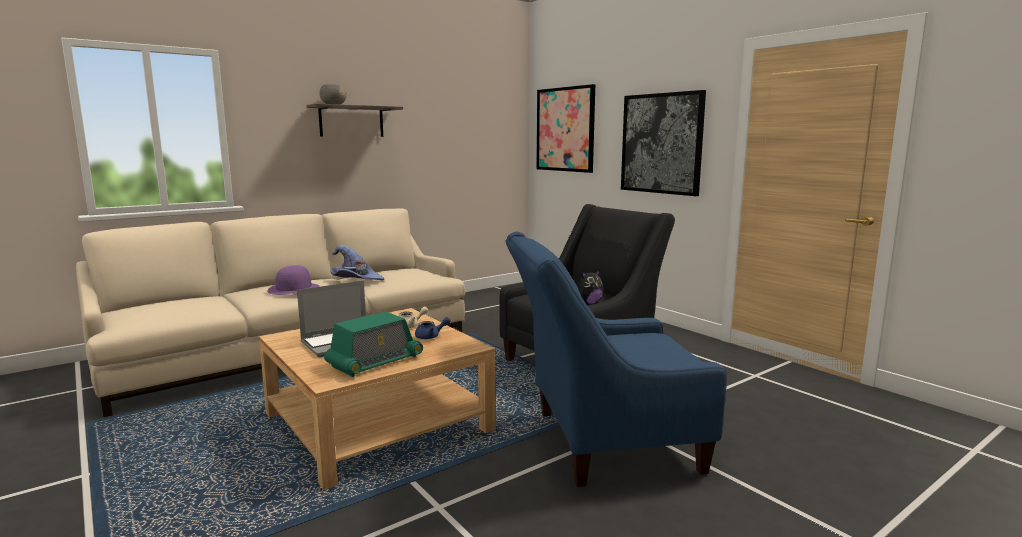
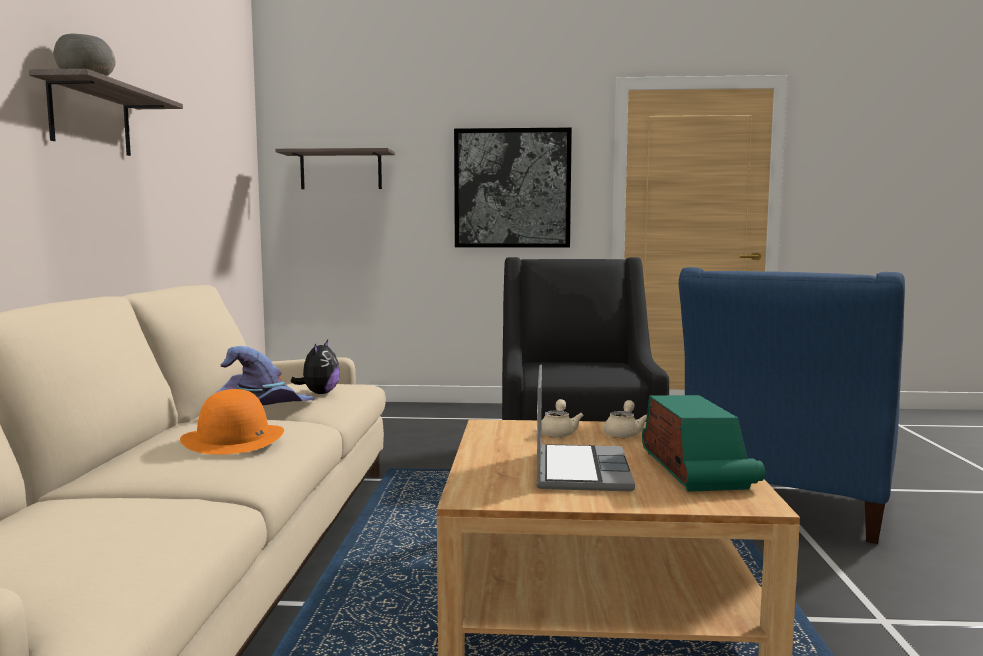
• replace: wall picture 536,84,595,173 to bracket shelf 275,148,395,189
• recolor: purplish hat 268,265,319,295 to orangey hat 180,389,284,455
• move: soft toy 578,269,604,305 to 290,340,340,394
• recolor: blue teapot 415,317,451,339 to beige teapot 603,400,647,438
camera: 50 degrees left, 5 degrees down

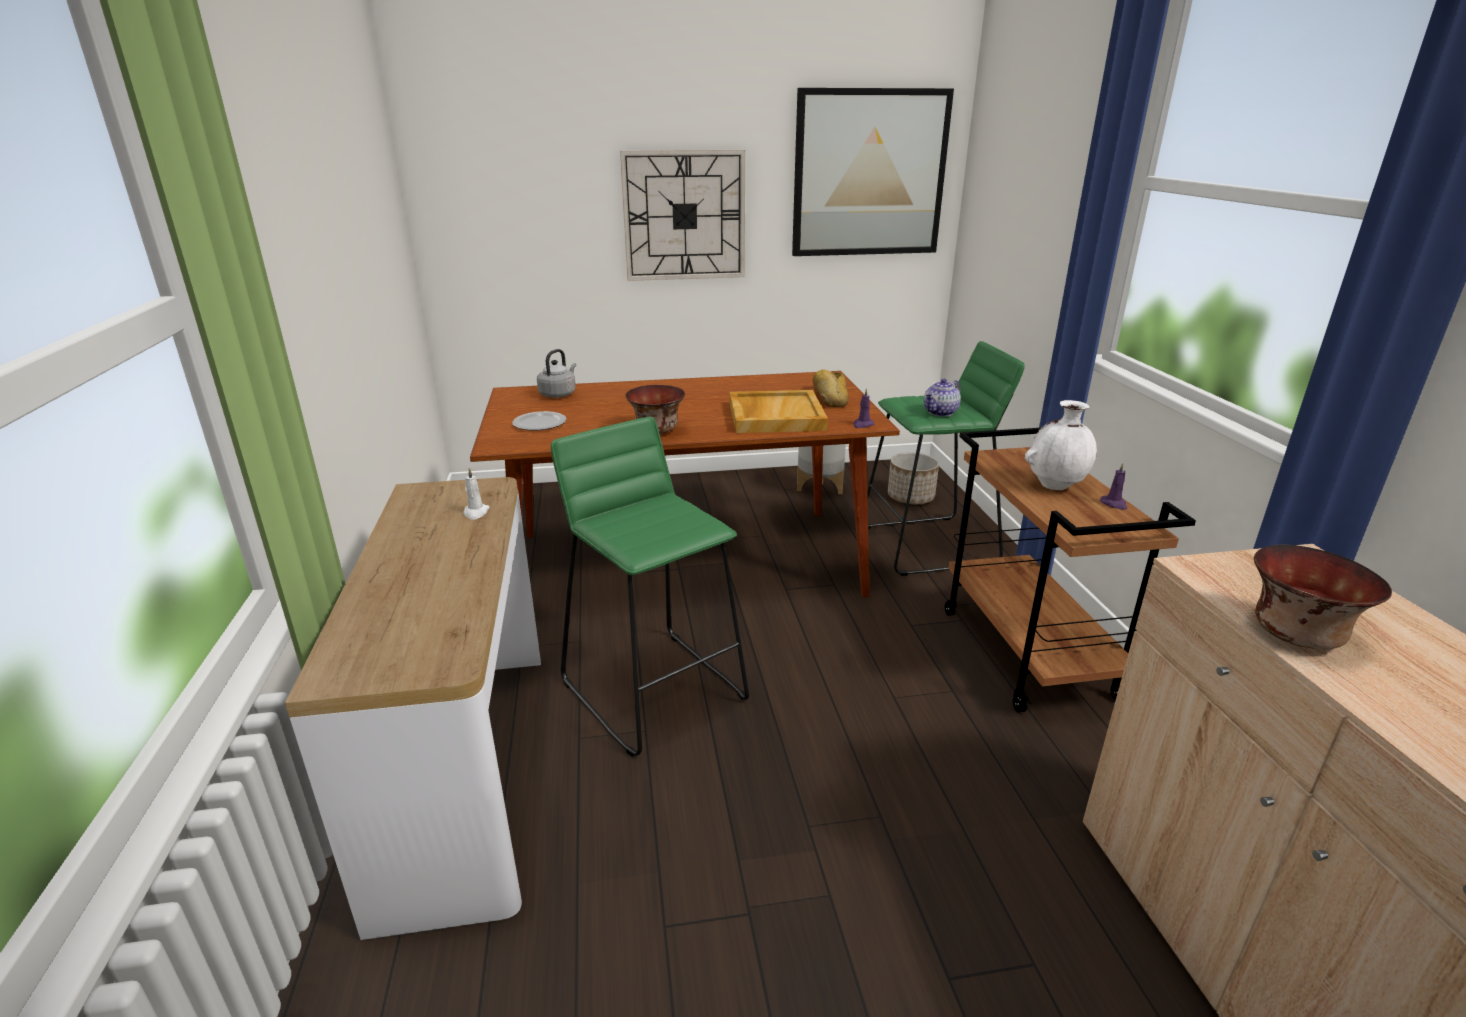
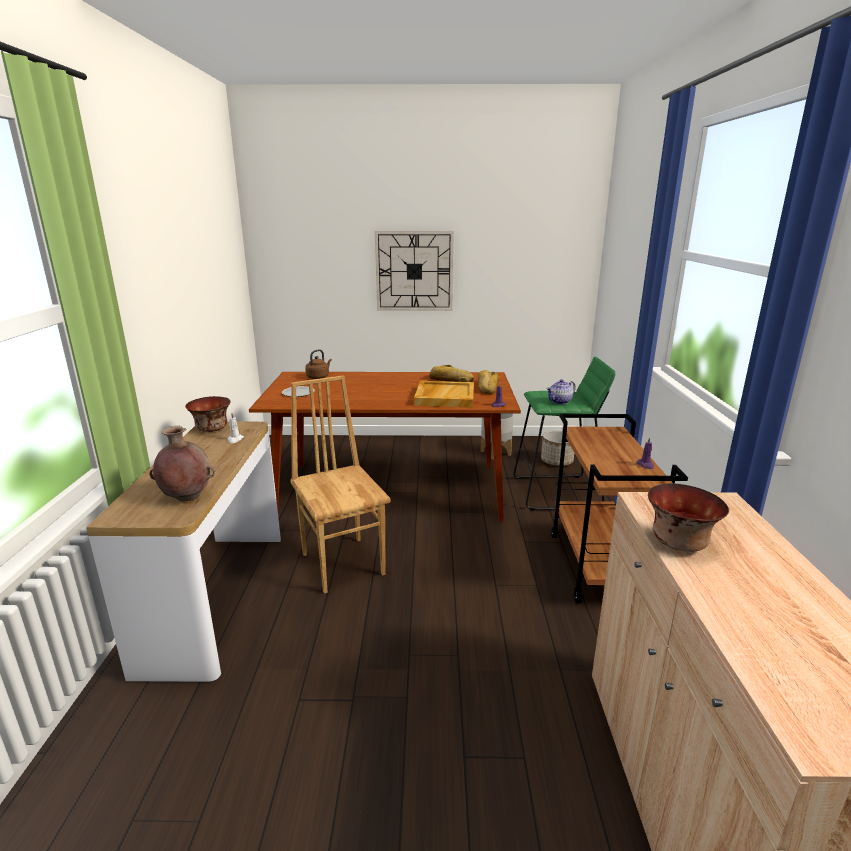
• delete: wall picture 792,88,954,256
• recolor: grey tea kettle 537,349,576,398 to brown-coloured tea kettle 305,349,332,379
• move: serving bowl 625,385,685,434 to 185,396,230,432
• delete: white-coloured decorative vase 1025,400,1098,490
• replace: green-coloured stool 551,417,749,757 to brown-coloured plain chair 290,375,390,594
• insert: baked bread 429,365,474,382
• insert: brown-coloured decorative vase 149,426,215,502
camera: 10 degrees right, 5 degrees down

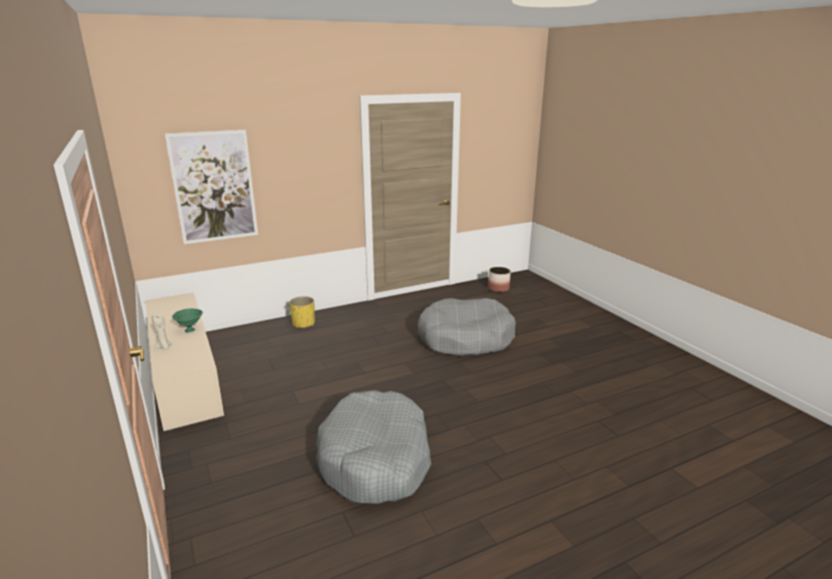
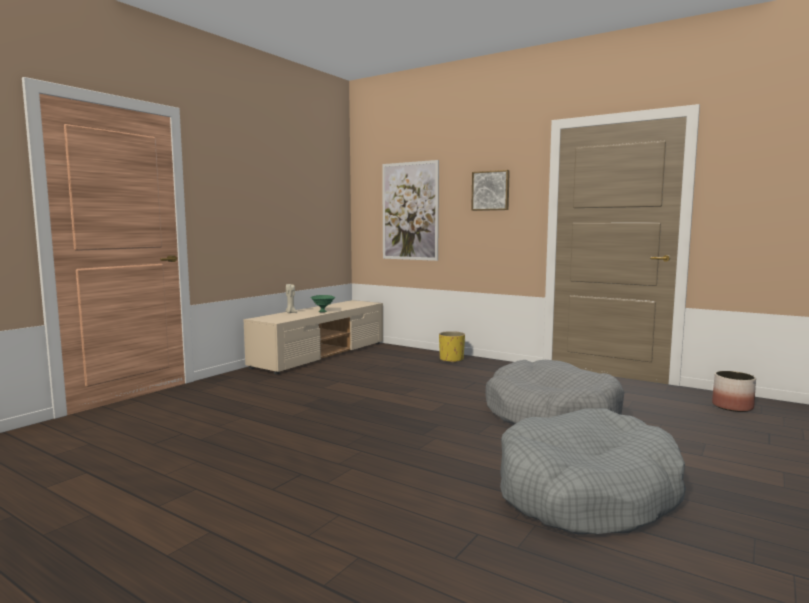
• move: grey dog bed 316,390,431,504 to 500,408,686,535
• insert: wall picture 471,170,510,211
camera: 60 degrees right, 15 degrees down

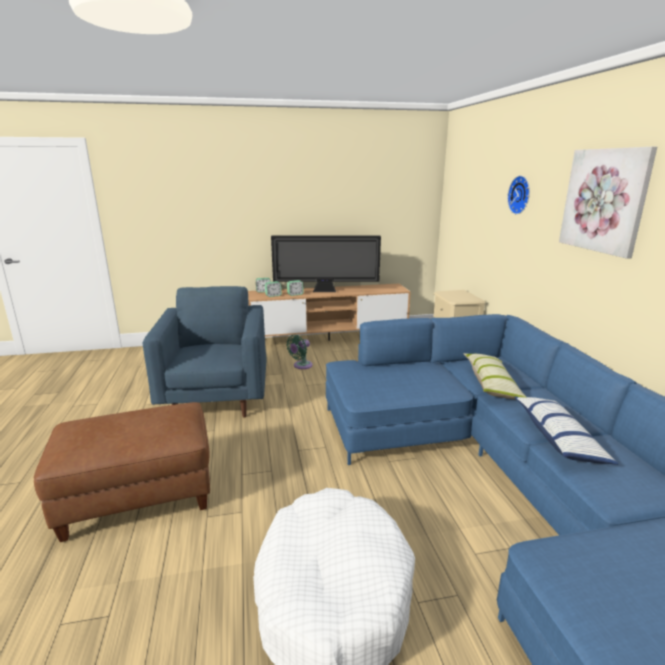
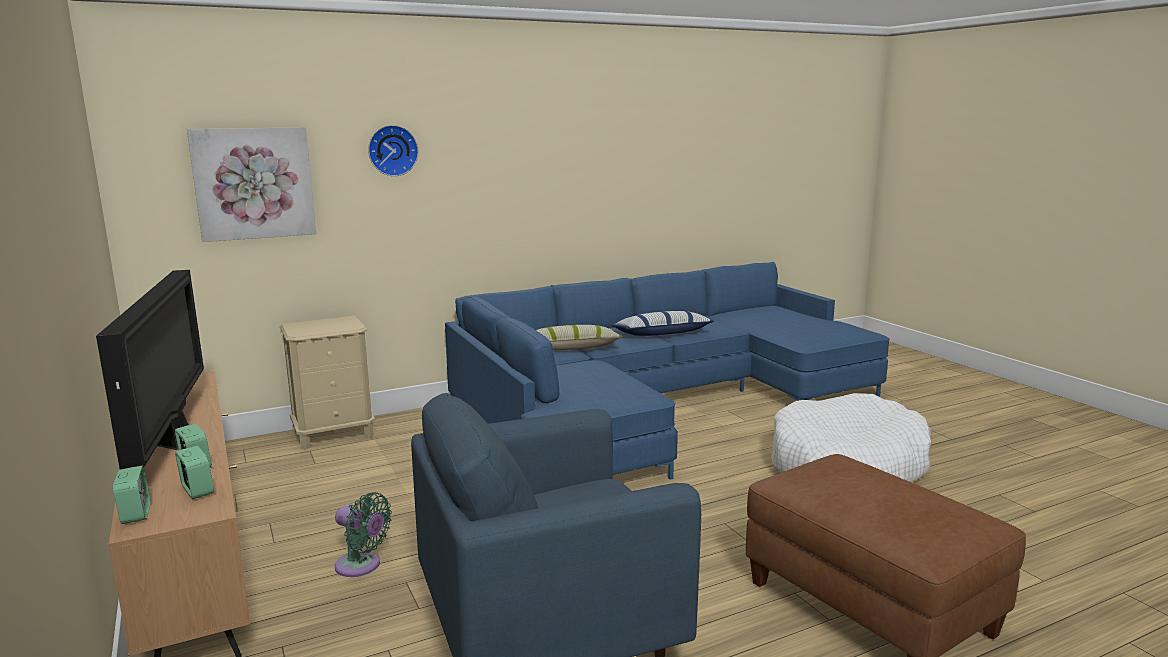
• move: wall picture 559,147,657,259 to 187,127,316,242
camera: 105 degrees left, 5 degrees down

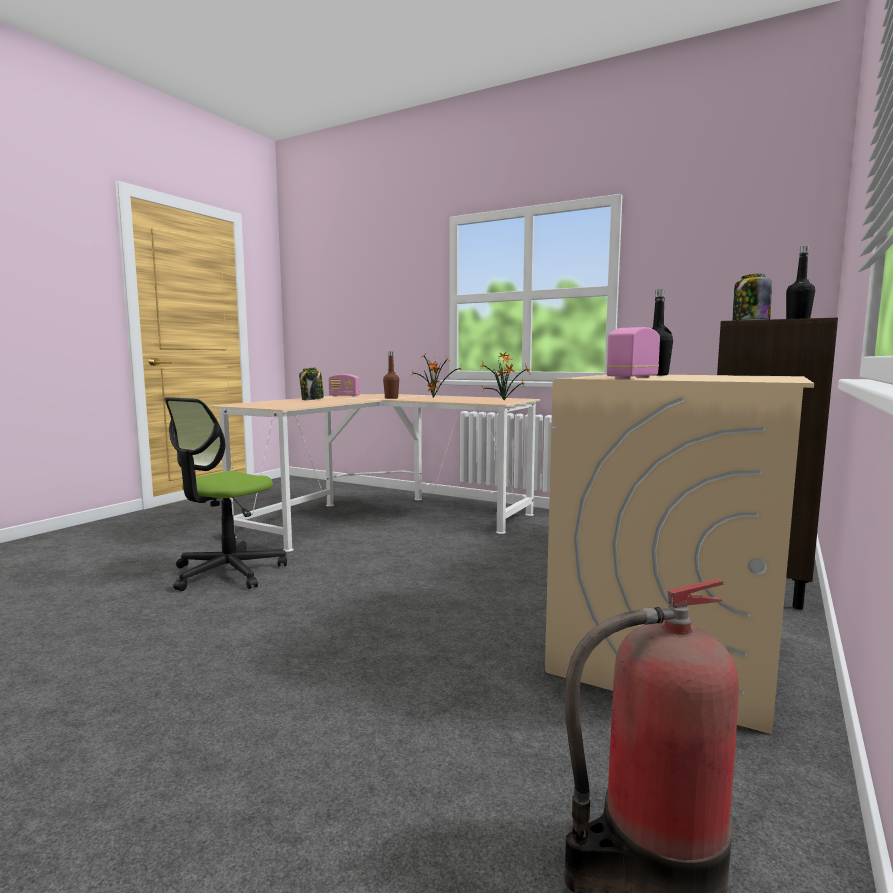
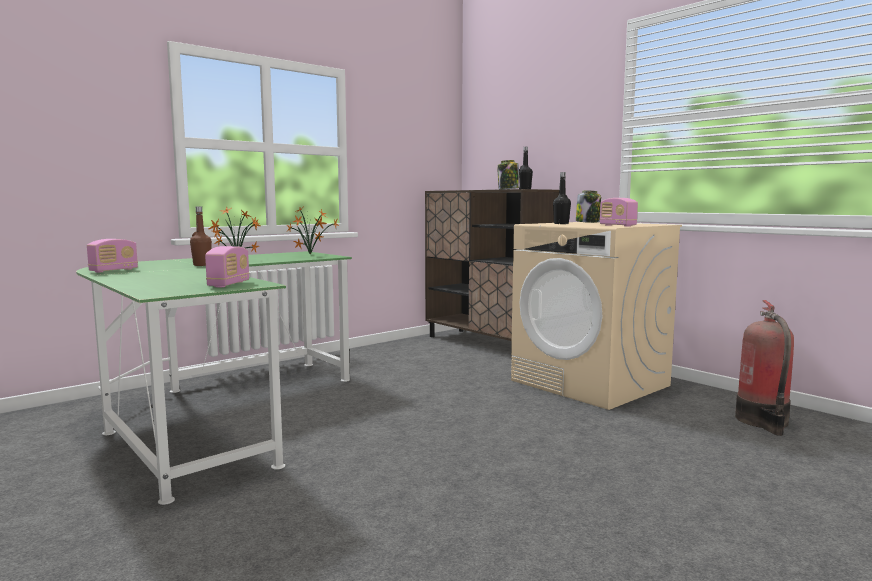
• move: storage jar 299,368,324,400 to 576,190,601,223
• recolor: beige desk unit 211,394,540,552 to green-coloured desk unit 76,251,352,505
• delete: desk chair 164,397,287,591
• insert: radio receiver 205,246,249,287
camera: 70 degrees left, 0 degrees up

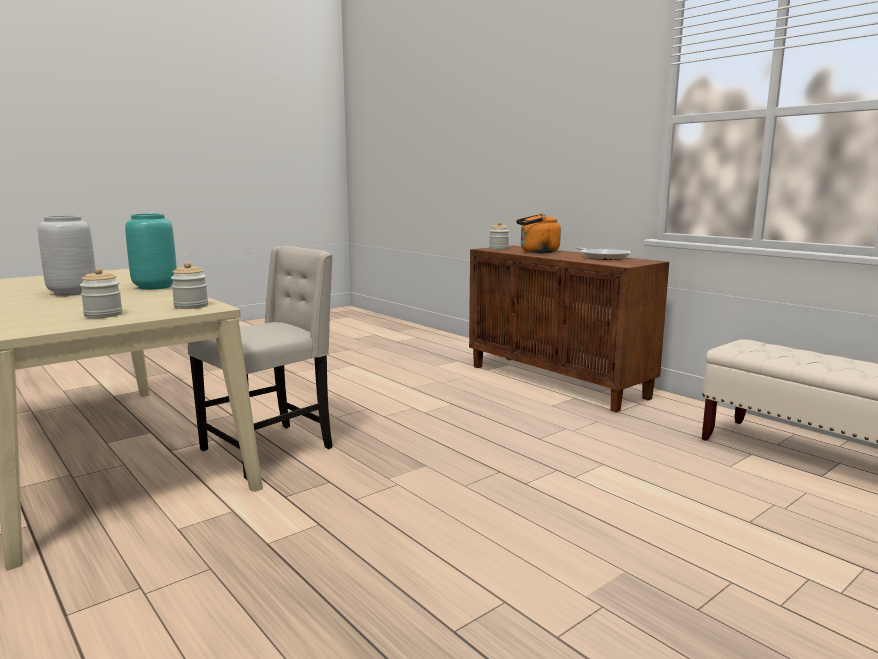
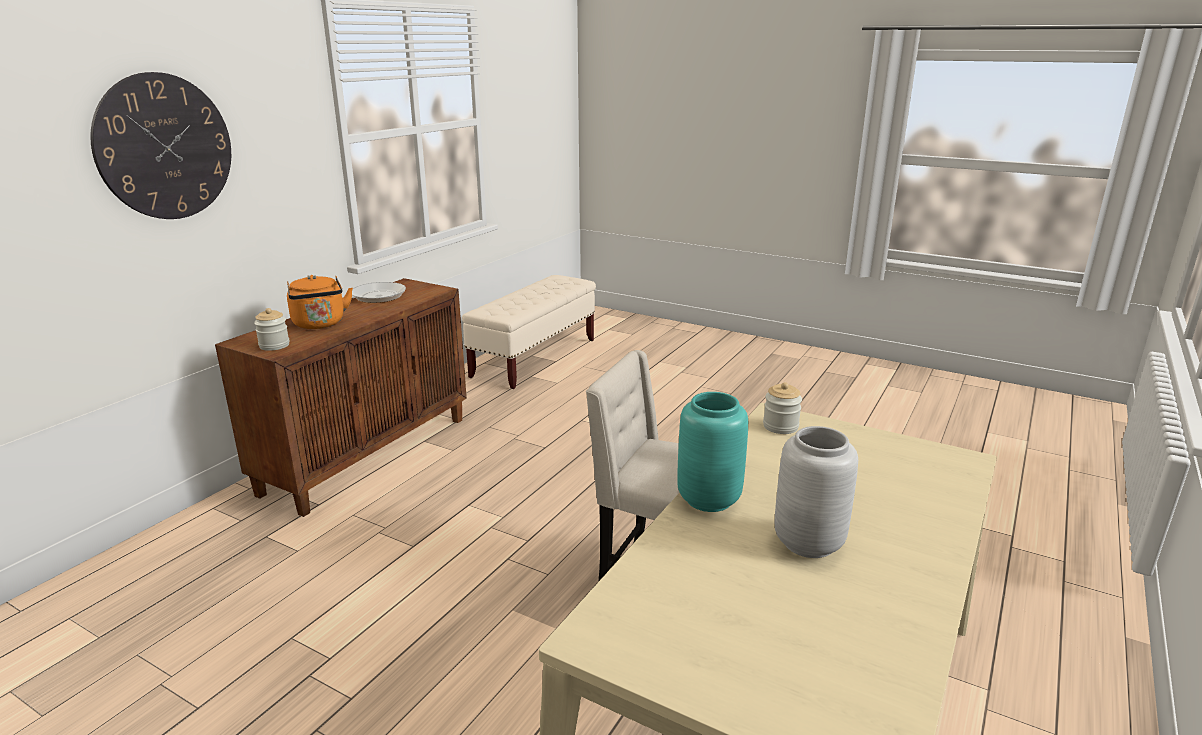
• delete: storage jar 80,268,123,318
• insert: hanging clock 90,72,231,219
camera: 110 degrees left, 10 degrees up

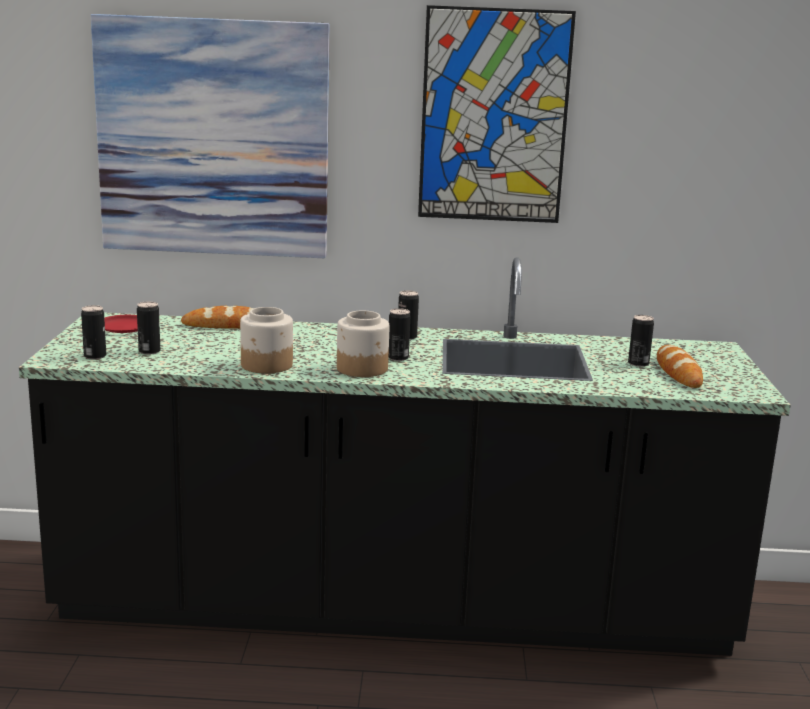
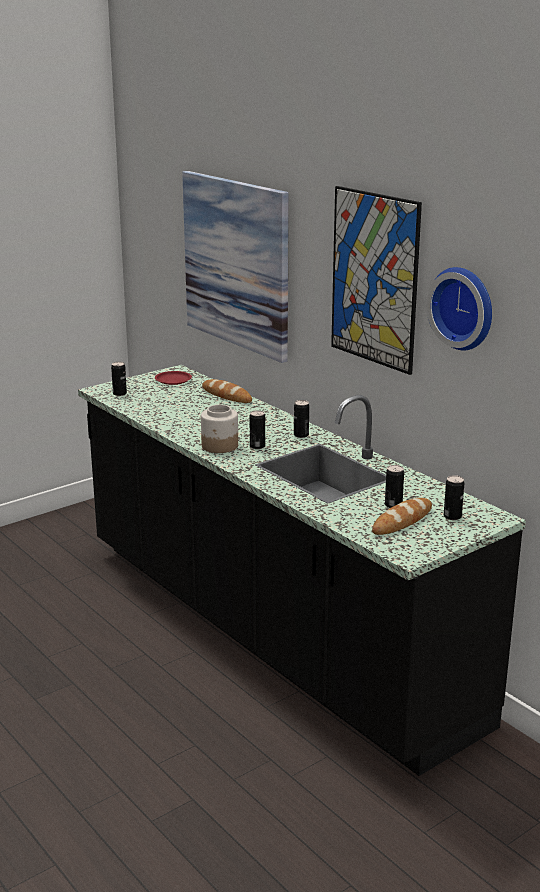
• move: can 137,301,160,355 to 444,475,464,520
• delete: storage jar 240,307,293,374
• insert: hanging clock 426,267,492,350
camera: 50 degrees right, 5 degrees up

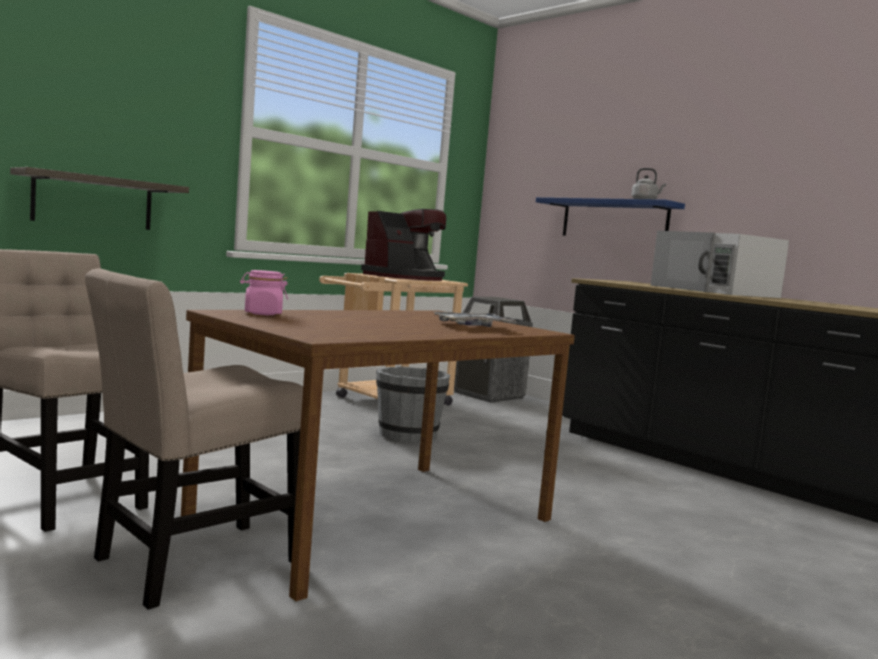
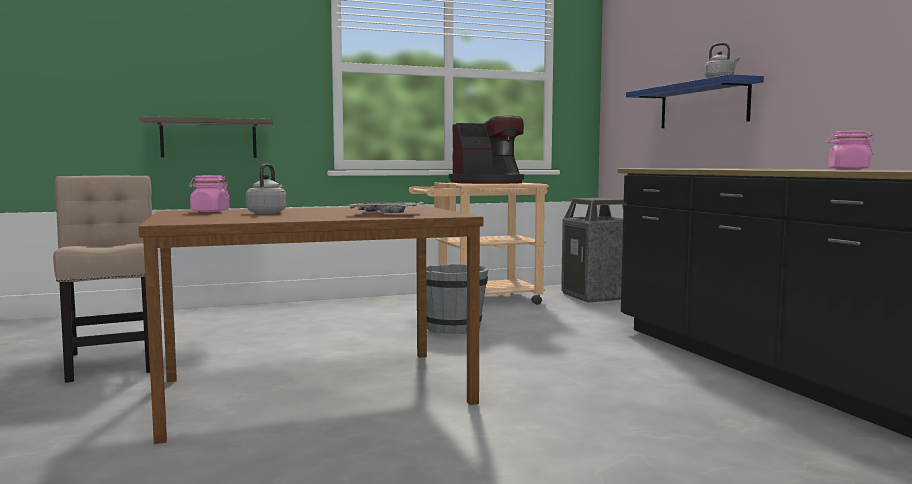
• delete: white-coloured microwave 651,231,789,298
• delete: beige plain chair 85,268,303,610
• insert: pink storage jar 826,131,874,170
• insert: grey tea kettle 246,164,287,214
camera: 25 degrees right, 0 degrees up

